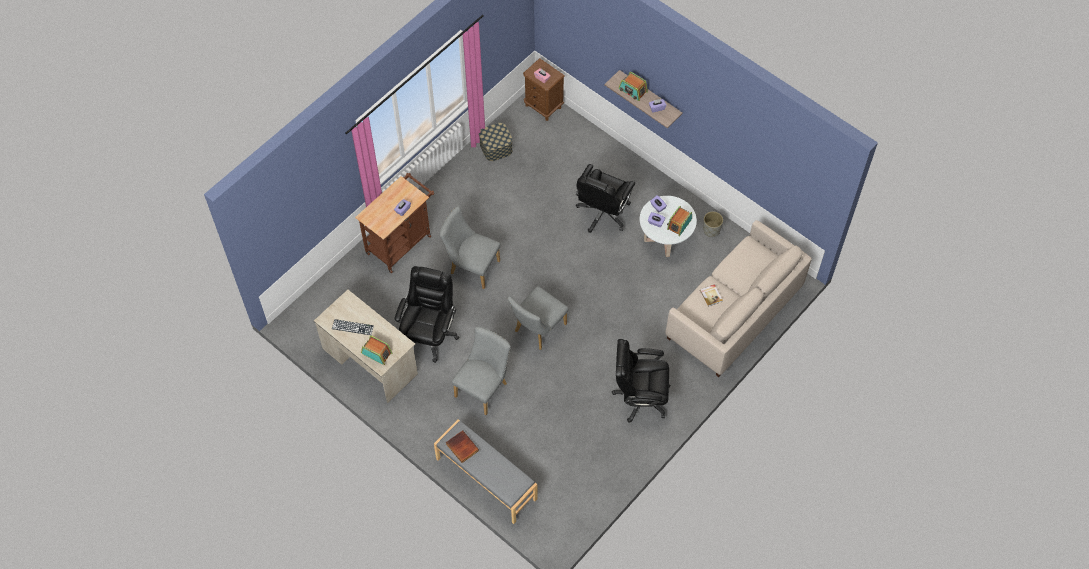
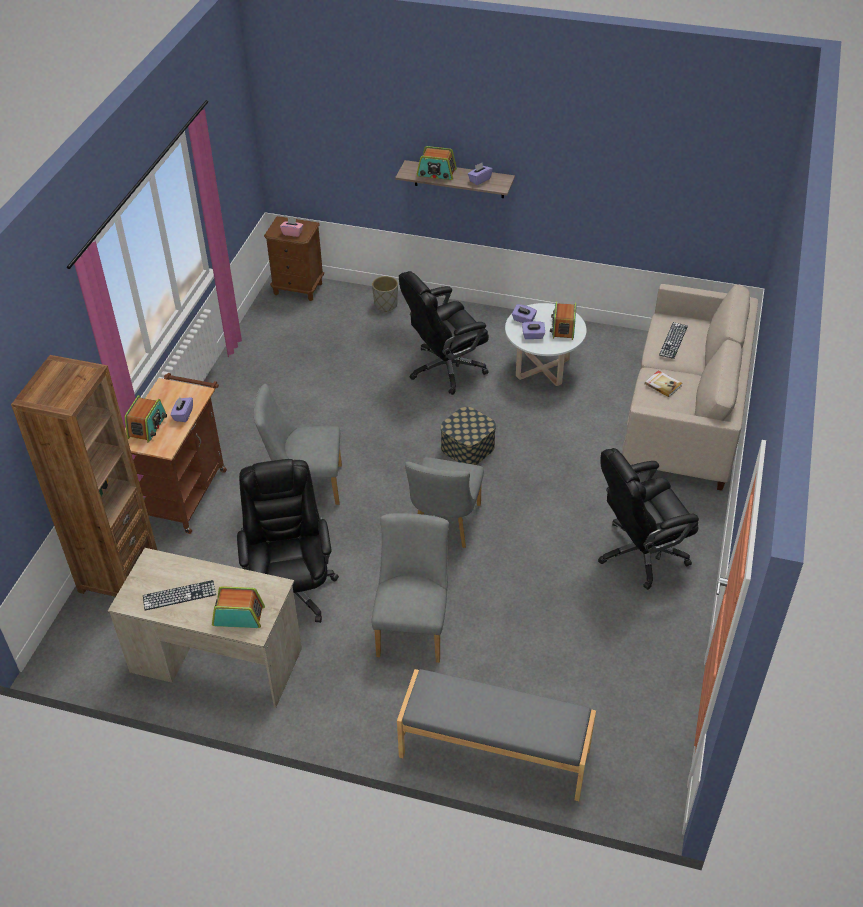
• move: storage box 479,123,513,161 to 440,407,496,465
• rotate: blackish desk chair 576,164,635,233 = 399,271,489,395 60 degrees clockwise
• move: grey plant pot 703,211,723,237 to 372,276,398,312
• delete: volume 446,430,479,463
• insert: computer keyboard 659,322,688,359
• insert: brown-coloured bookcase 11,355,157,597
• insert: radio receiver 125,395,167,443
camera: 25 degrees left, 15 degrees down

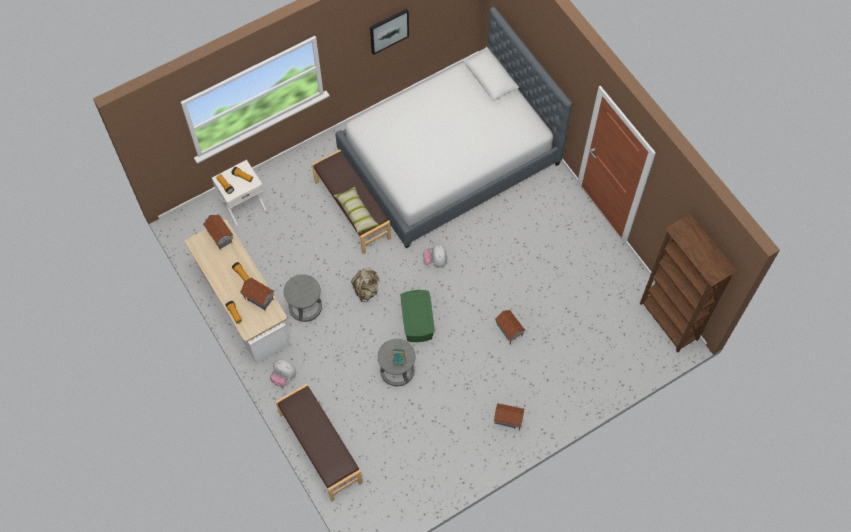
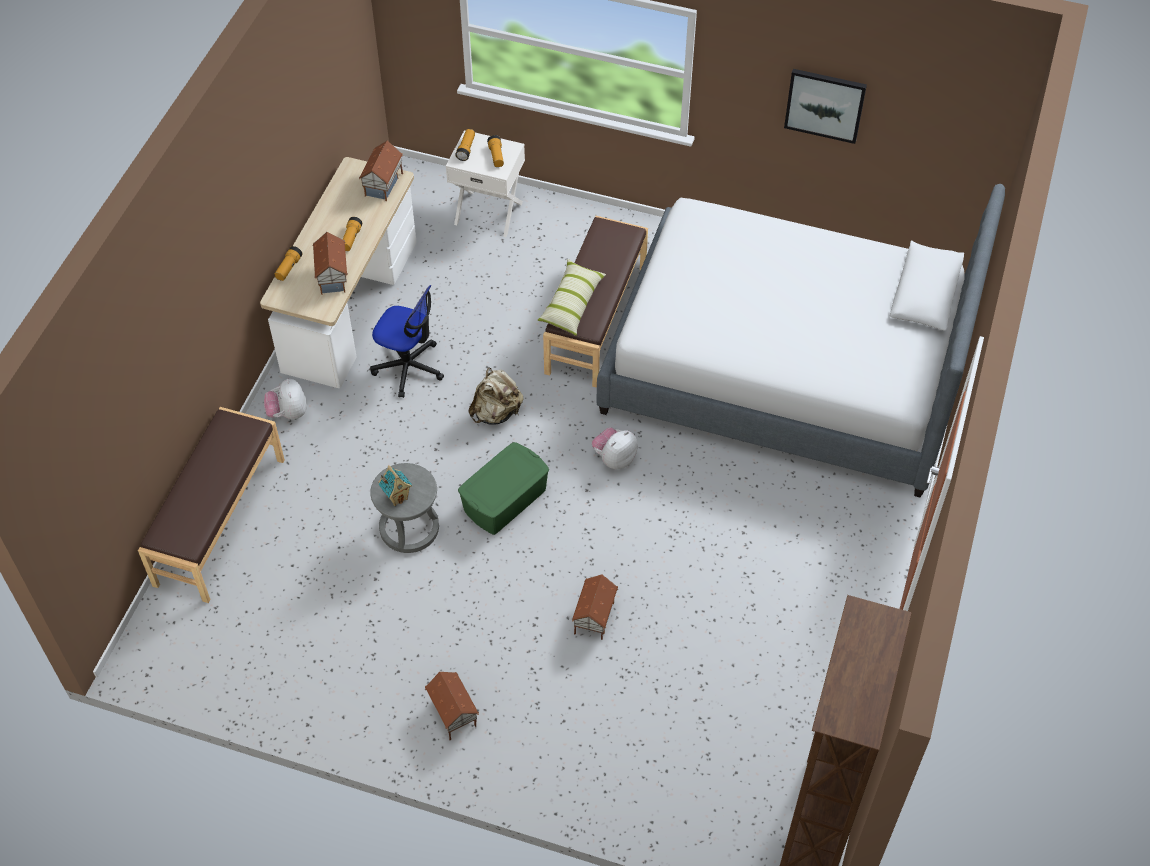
• replace: grey stool 284,274,322,322 to desk chair 370,285,444,398
camera: 50 degrees right, 10 degrees down

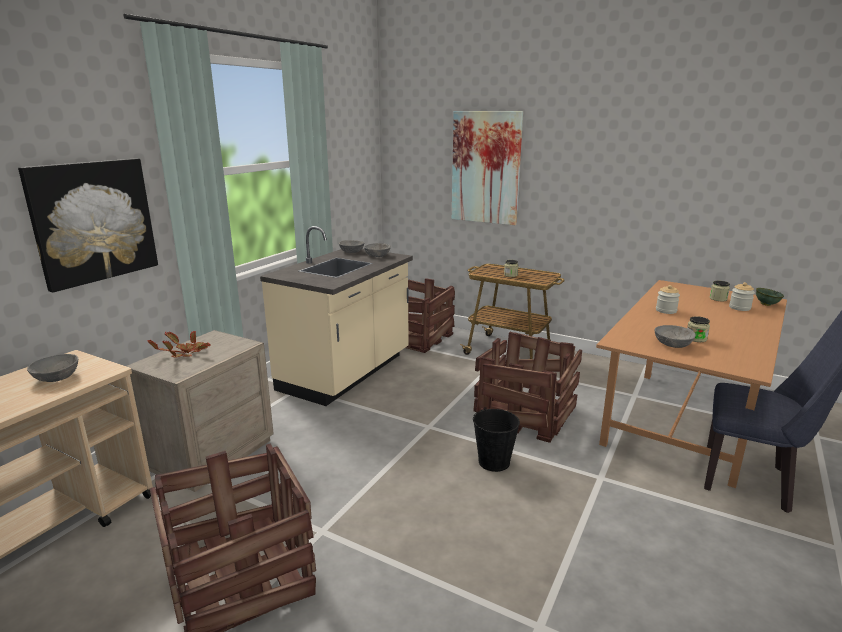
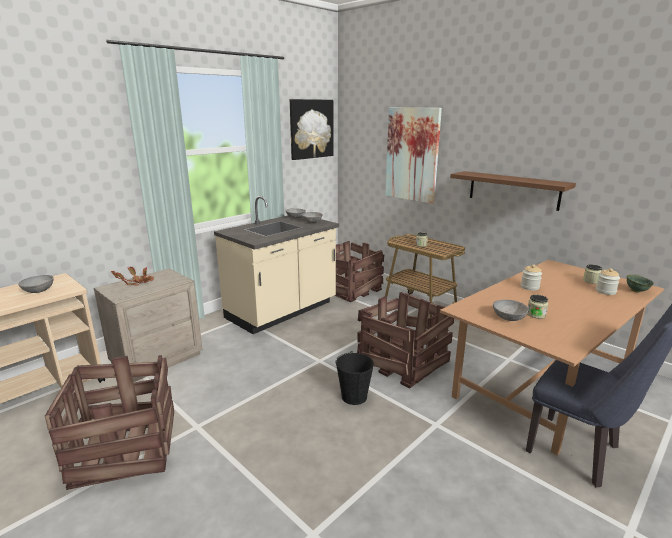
• move: wall picture 18,159,158,292 to 290,99,334,160
• insert: brown-coloured bracket shelf 450,171,576,211
camera: 15 degrees right, 0 degrees up

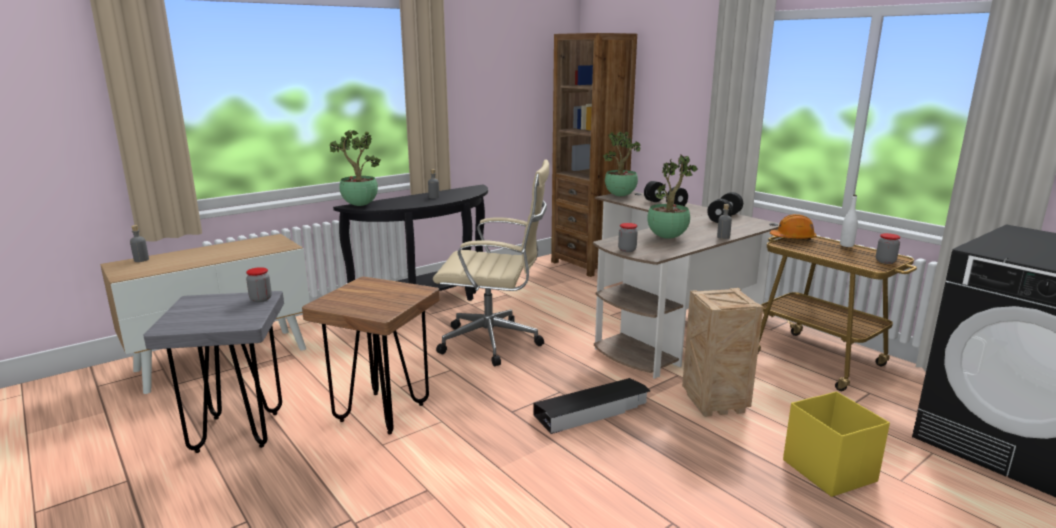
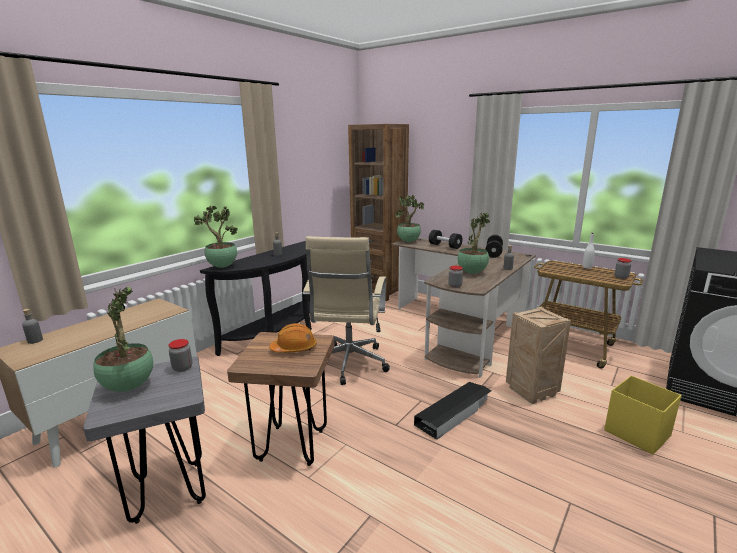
• rotate: beige desk chair 433,159,549,366 = 302,236,390,385 105 degrees clockwise
• move: orangey work helmet 770,214,817,240 to 269,323,317,353
• insert: plant in a pot 93,287,153,392
camera: 15 degrees left, 0 degrees up

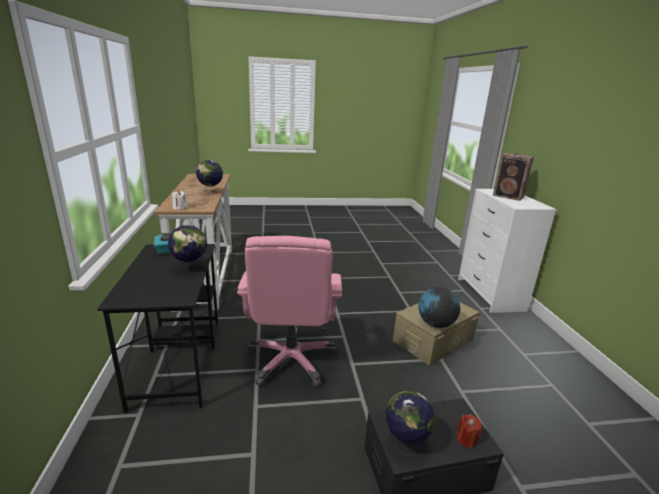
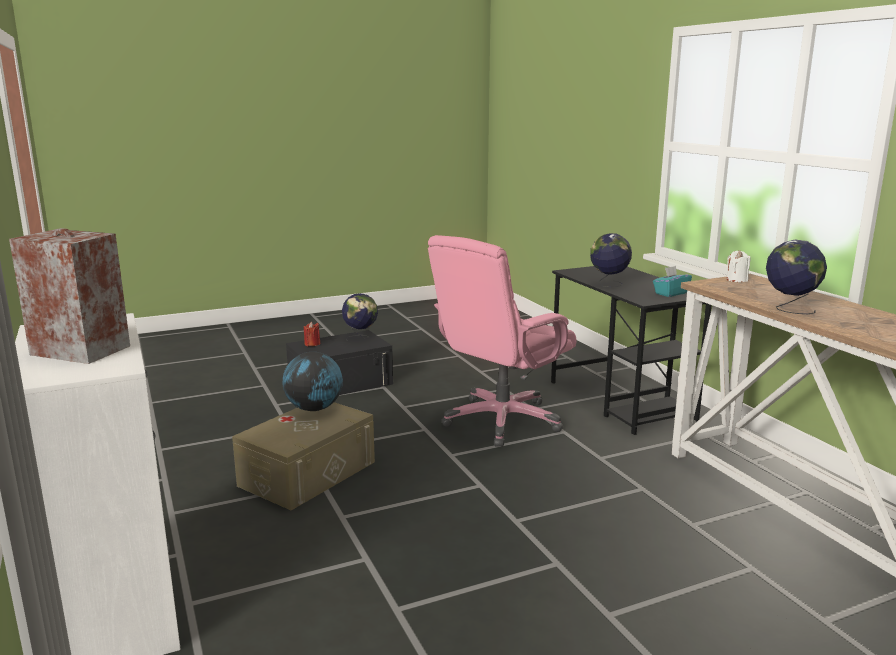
• rotate: pink desk chair 237,236,342,388 = 428,235,577,447 120 degrees counterclockwise
camera: 165 degrees right, 5 degrees down

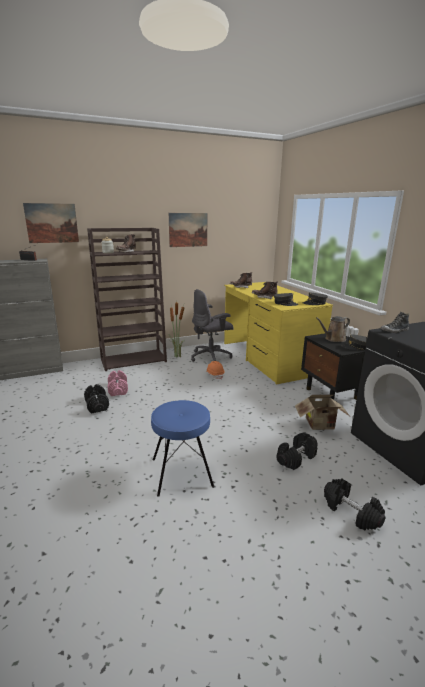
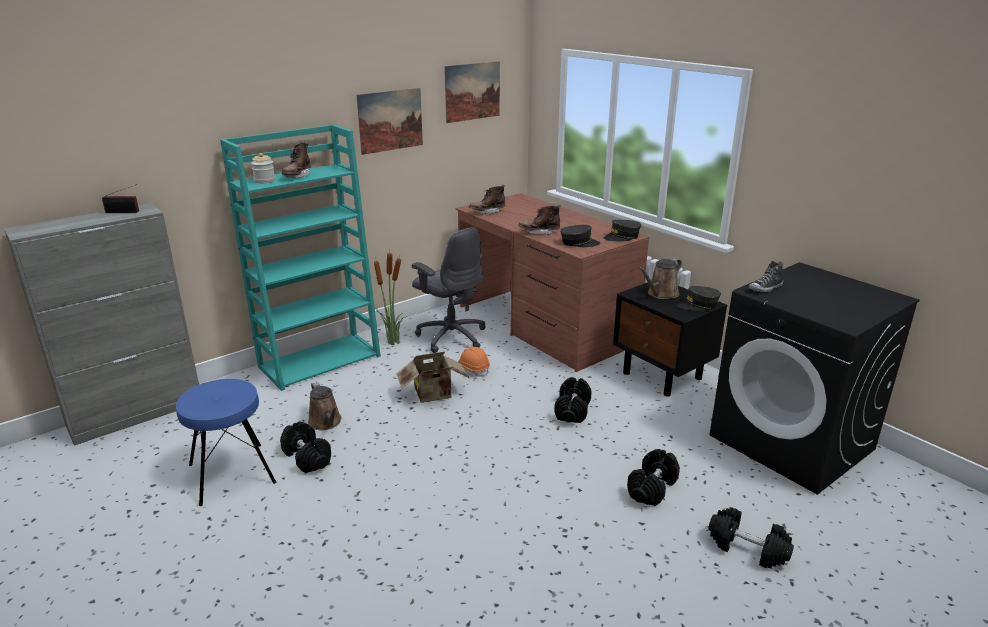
• move: wall picture 23,203,79,243 to 444,61,500,123
• recolor: brown-coloured bookcase 87,228,167,371 to turquoise bookcase 220,124,381,391
• recolor: yellowish desk unit 224,282,333,385 to brown-coloured desk unit 456,193,649,372
• rotate: grey desk chair 191,289,234,362 = 412,227,485,353 90 degrees counterclockwise
• replace: pink hand weight 108,370,128,396 to brown-coloured watering can 308,382,341,430
• move: packing box 295,395,349,430 to 396,351,469,403
• move: blue stool 151,400,214,497 to 176,379,276,506
• insert: blackish hand weight 554,377,592,423
camera: 15 degrees left, 5 degrees up

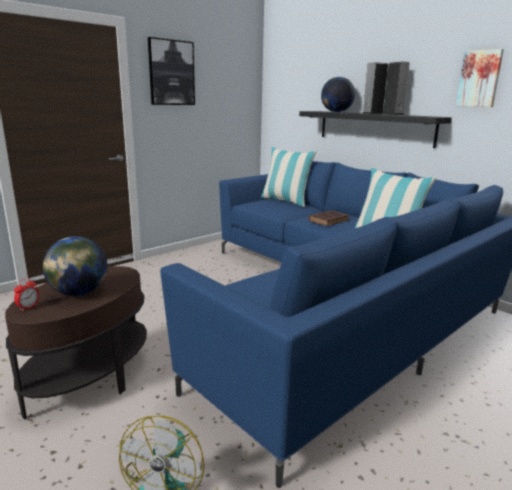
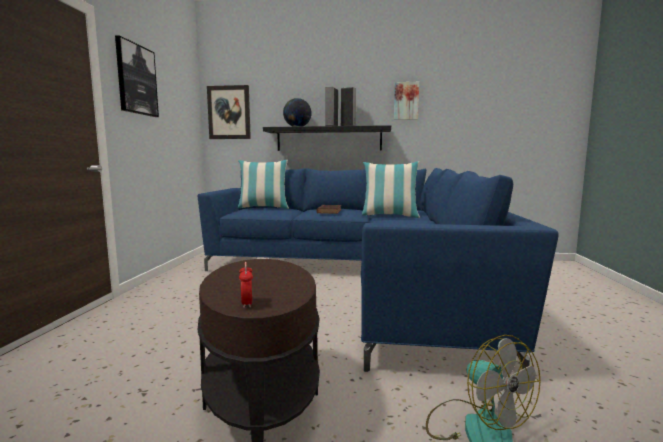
• delete: globe 43,236,108,296
• insert: wall picture 207,85,251,139
camera: 40 degrees left, 10 degrees down

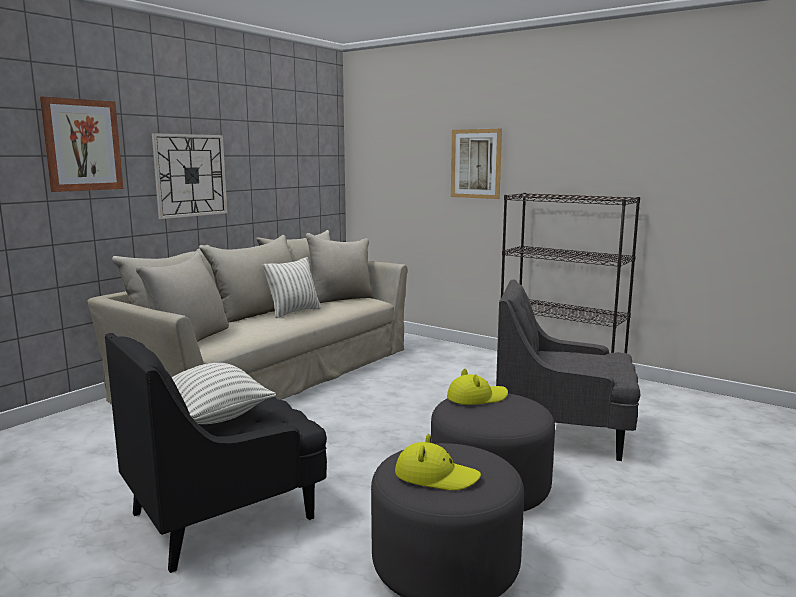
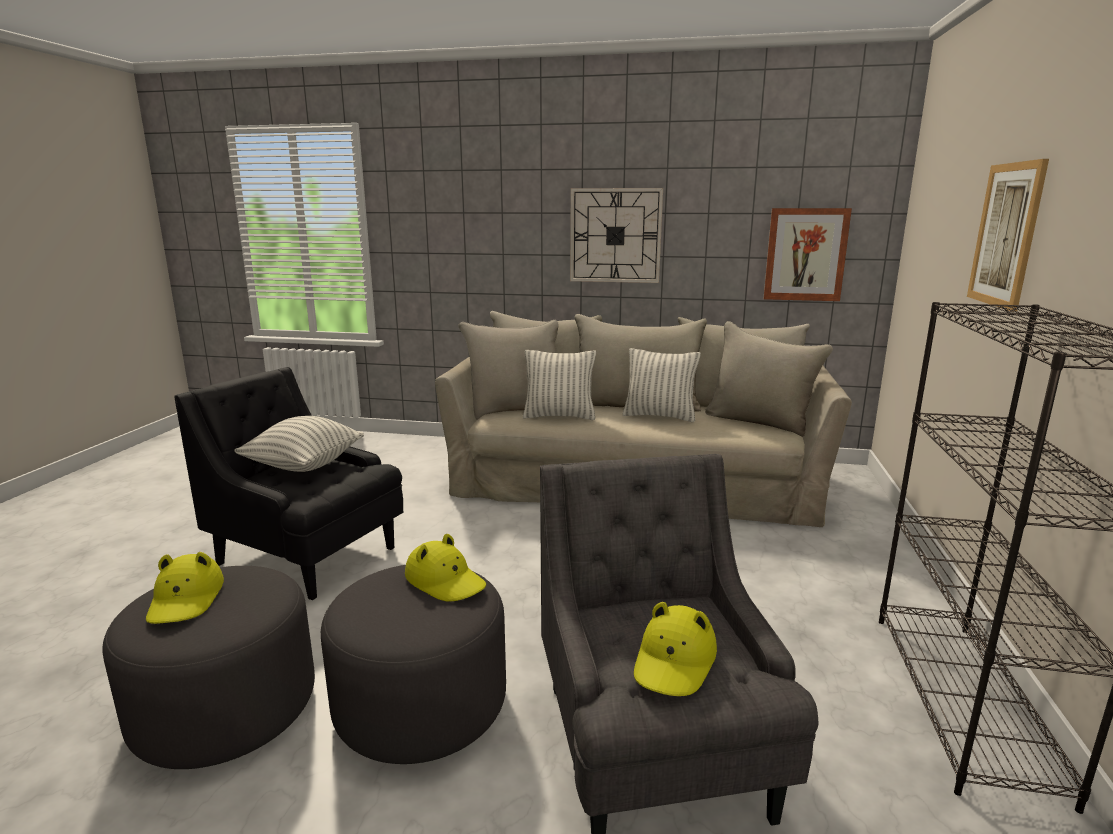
• move: wall picture 40,97,123,192 to 763,208,852,301
• insert: pillow 523,350,596,420
• insert: yellowish hat 634,602,717,696
camera: 65 degrees right, 5 degrees up

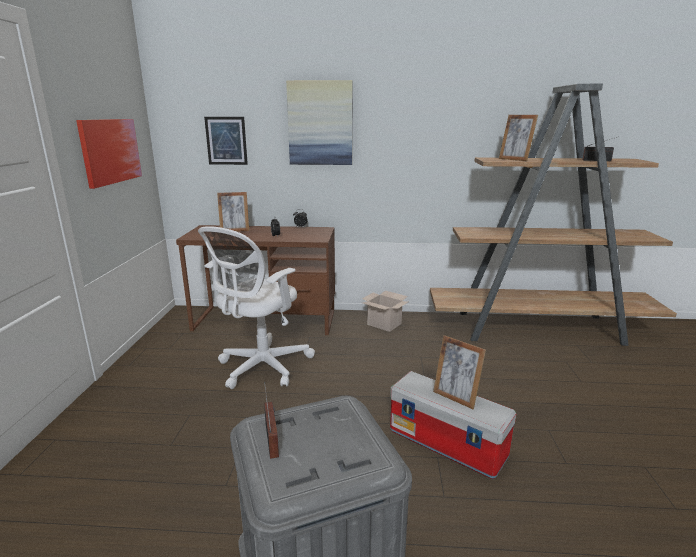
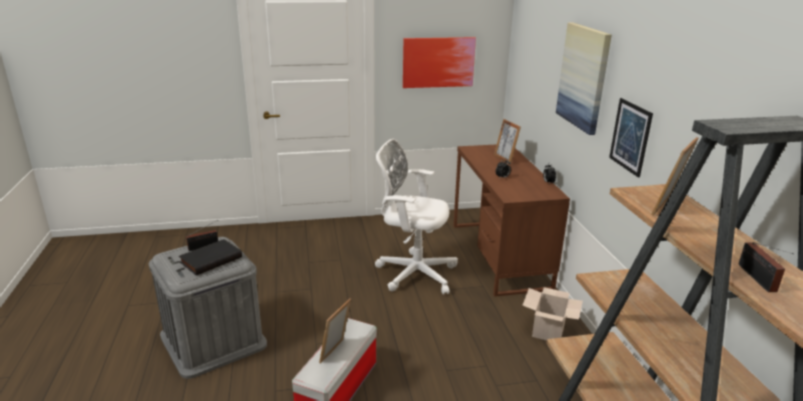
• move: wall picture 204,117,248,165 to 609,98,653,178
• insert: blackish volume 179,239,242,275
camera: 75 degrees right, 5 degrees up

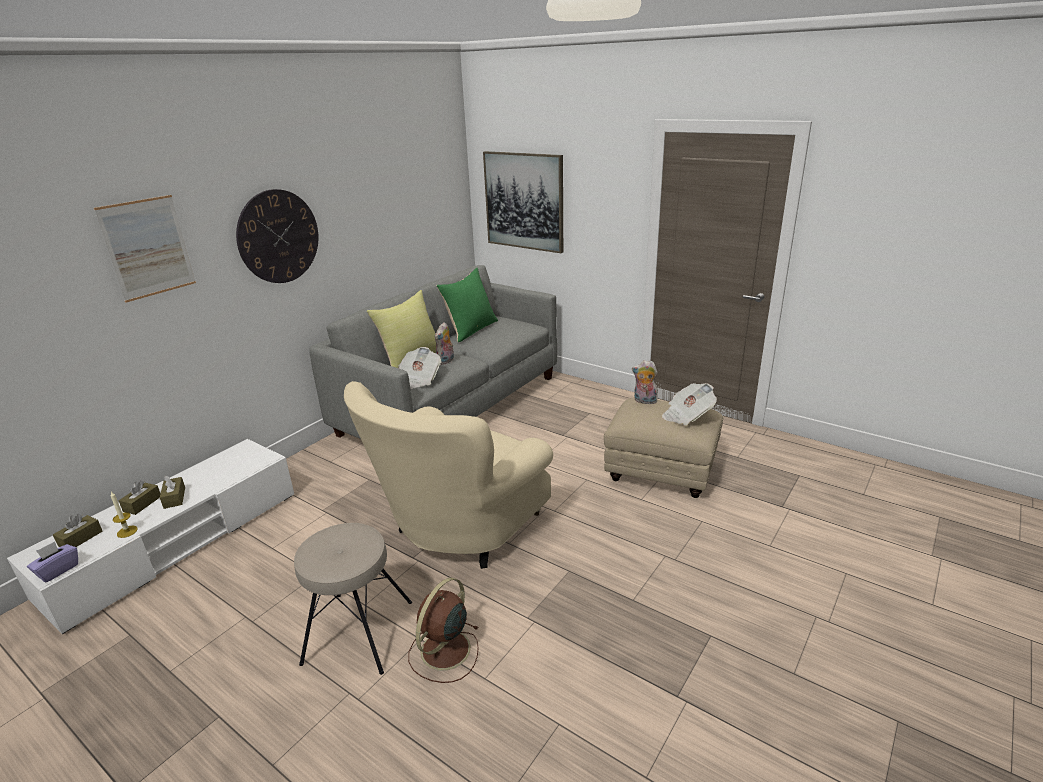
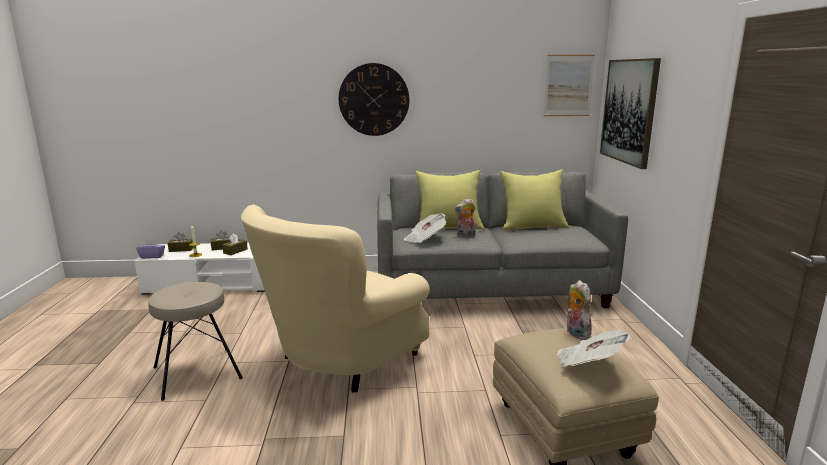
• move: wall picture 94,195,196,303 to 543,55,595,116
• recolor: green-coloured pillow 437,268,498,342 to yellowish pillow 500,170,569,230
• rotate: beige easy chair 344,381,553,569 = 240,205,430,392 45 degrees counterclockwise
• delete: brown-coloured fan 408,578,479,683
camera: 50 degrees right, 10 degrees down

